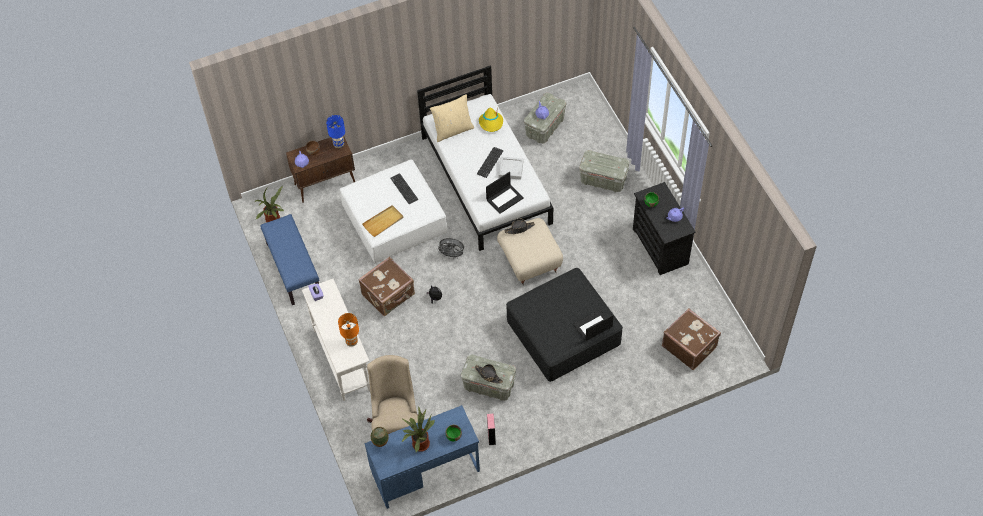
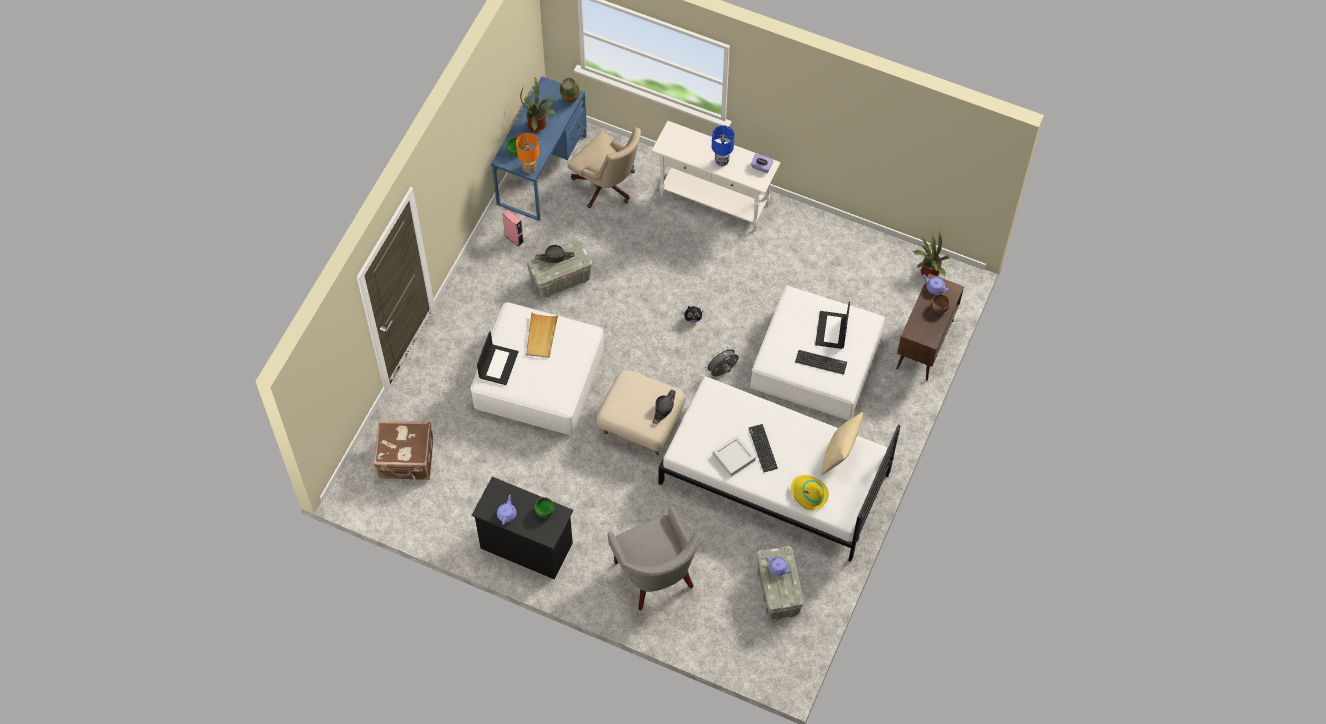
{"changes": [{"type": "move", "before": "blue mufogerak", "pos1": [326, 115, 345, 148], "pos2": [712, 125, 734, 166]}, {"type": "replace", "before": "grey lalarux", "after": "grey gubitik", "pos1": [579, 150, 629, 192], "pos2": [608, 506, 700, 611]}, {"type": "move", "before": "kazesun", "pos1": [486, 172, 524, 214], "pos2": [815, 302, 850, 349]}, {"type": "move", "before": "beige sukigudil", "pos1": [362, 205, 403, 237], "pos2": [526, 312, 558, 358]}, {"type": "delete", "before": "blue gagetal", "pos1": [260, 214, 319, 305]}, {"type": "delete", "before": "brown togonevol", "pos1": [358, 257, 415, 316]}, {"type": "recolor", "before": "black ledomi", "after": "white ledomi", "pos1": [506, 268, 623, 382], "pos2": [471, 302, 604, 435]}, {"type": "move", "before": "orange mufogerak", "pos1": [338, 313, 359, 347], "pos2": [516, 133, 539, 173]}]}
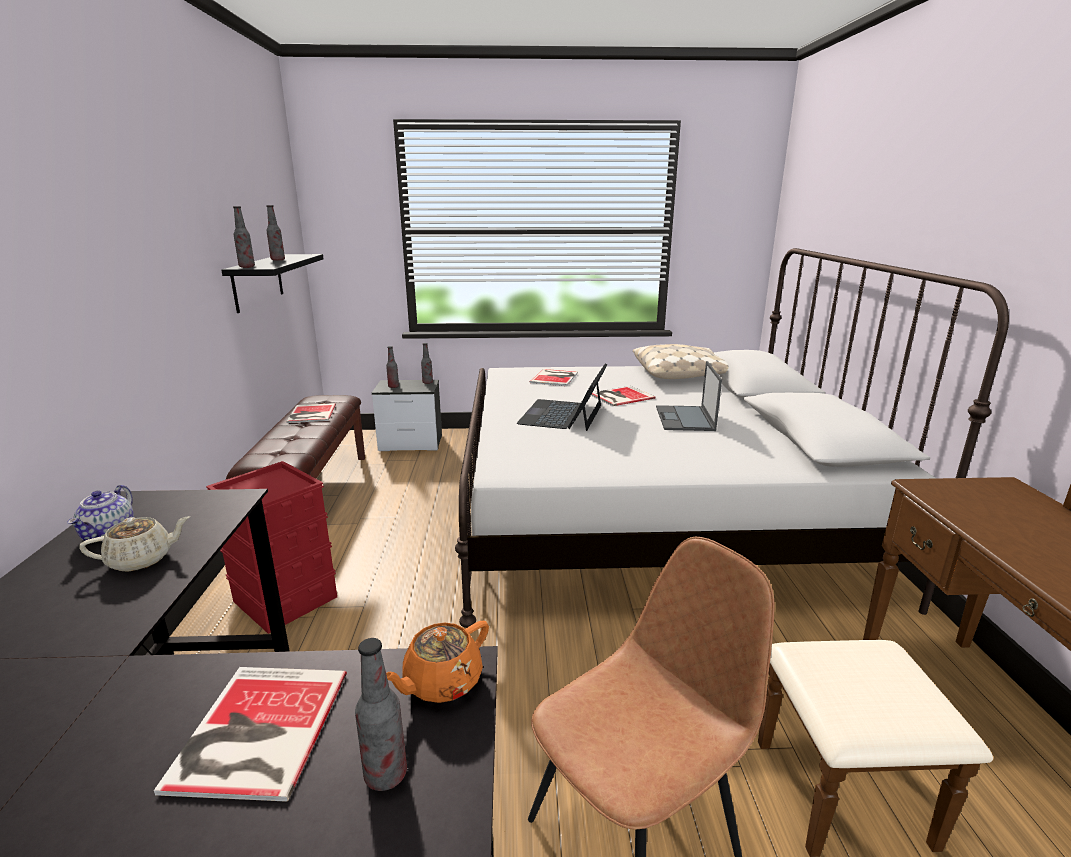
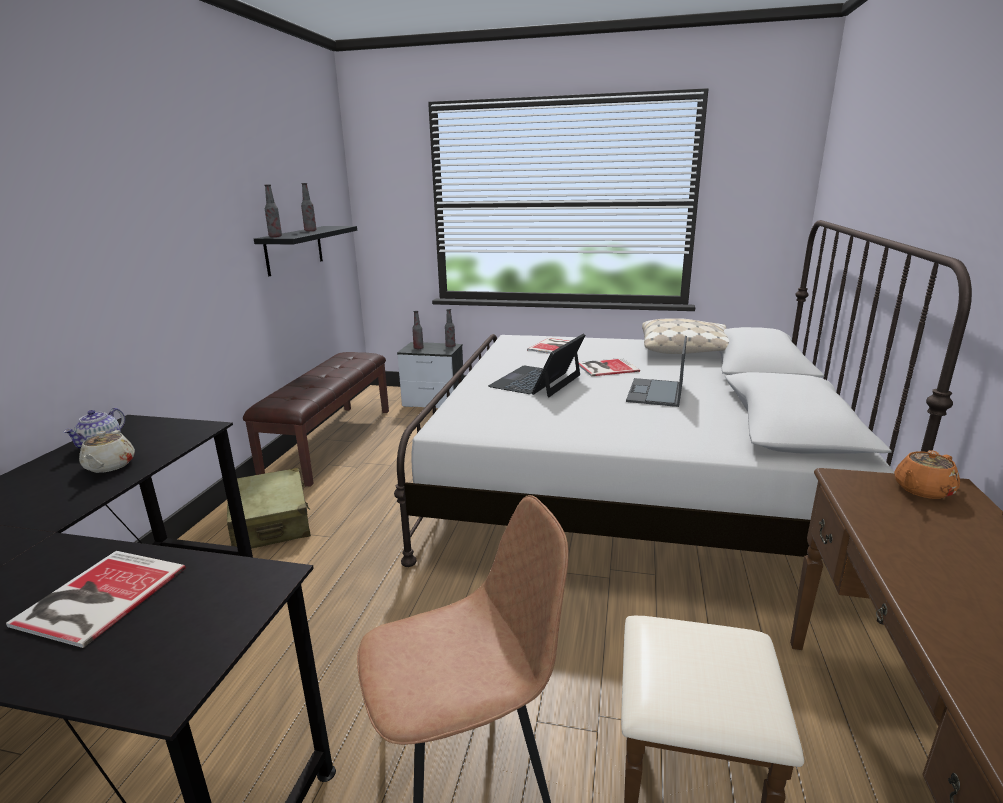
{"changes": [{"type": "delete", "before": "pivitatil", "pos1": [286, 403, 336, 423]}, {"type": "replace", "before": "red lalarux", "after": "beige togonevol", "pos1": [206, 461, 337, 634], "pos2": [227, 467, 311, 549]}, {"type": "rotate", "before": "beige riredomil", "pos1": [79, 516, 190, 572], "pos2": [79, 430, 135, 473], "turn": 90}, {"type": "move", "before": "orange riredomil", "pos1": [386, 621, 489, 703], "pos2": [894, 450, 960, 499]}, {"type": "delete", "before": "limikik", "pos1": [355, 638, 407, 791]}]}
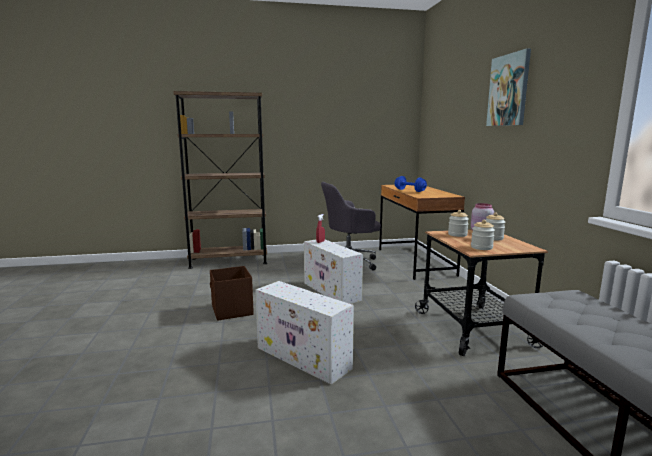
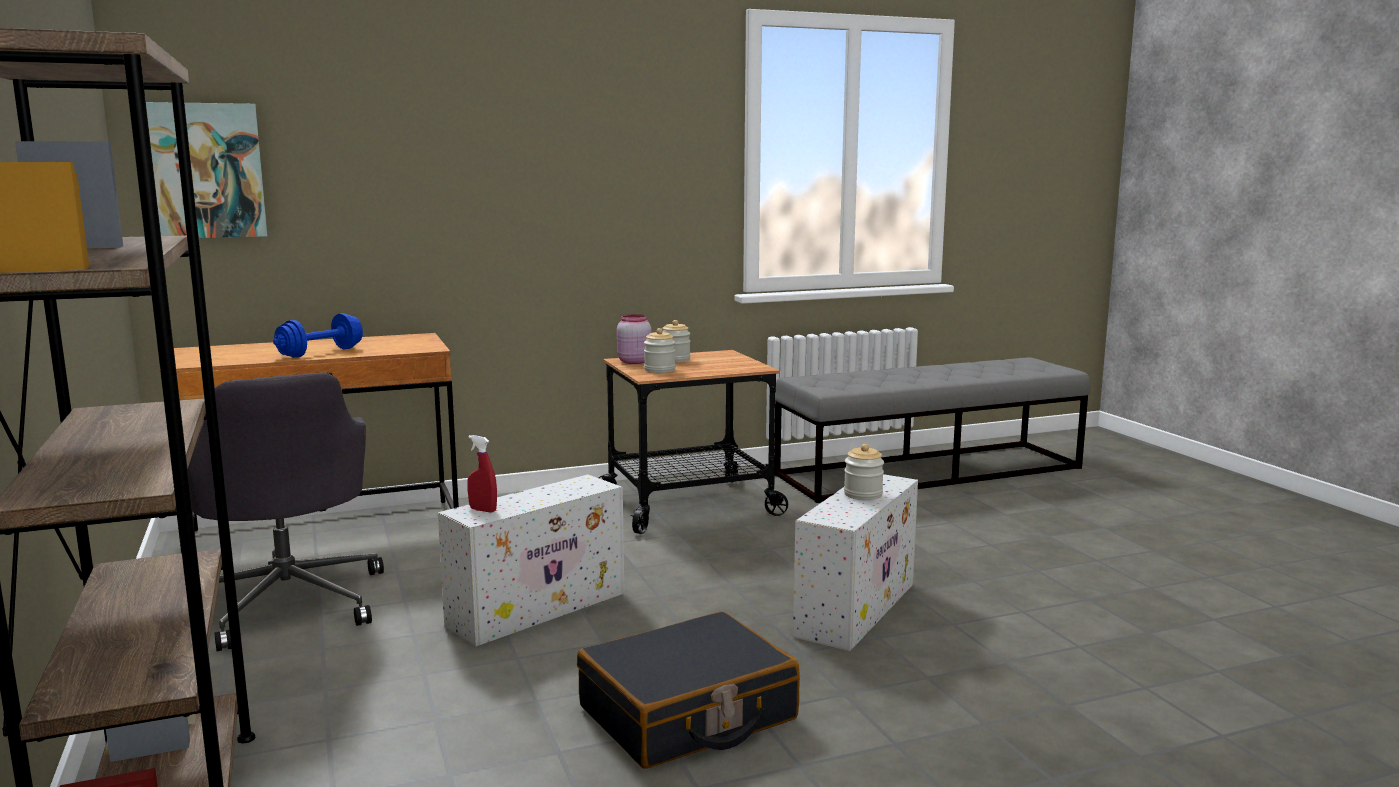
{"changes": [{"type": "move", "before": "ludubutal", "pos1": [486, 48, 531, 126], "pos2": [146, 102, 267, 238]}, {"type": "move", "before": "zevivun", "pos1": [471, 220, 495, 250], "pos2": [844, 444, 884, 500]}, {"type": "replace", "before": "brown lalarux", "after": "black togonevol", "pos1": [210, 266, 254, 321], "pos2": [577, 612, 800, 769]}]}
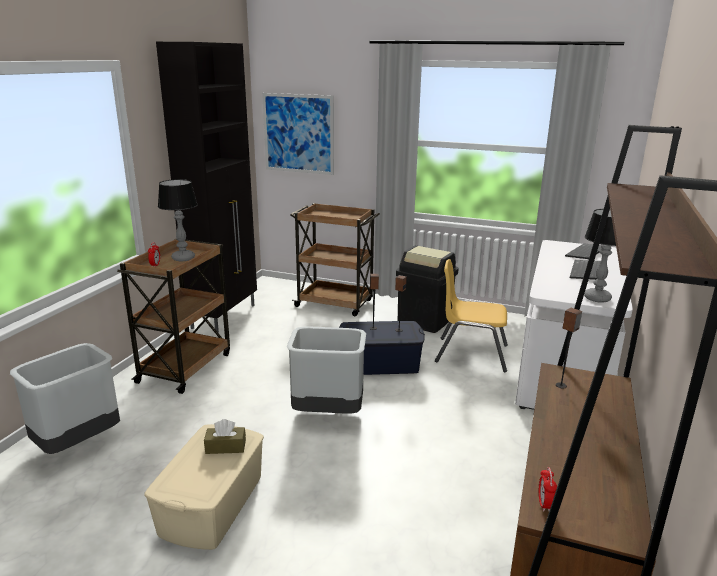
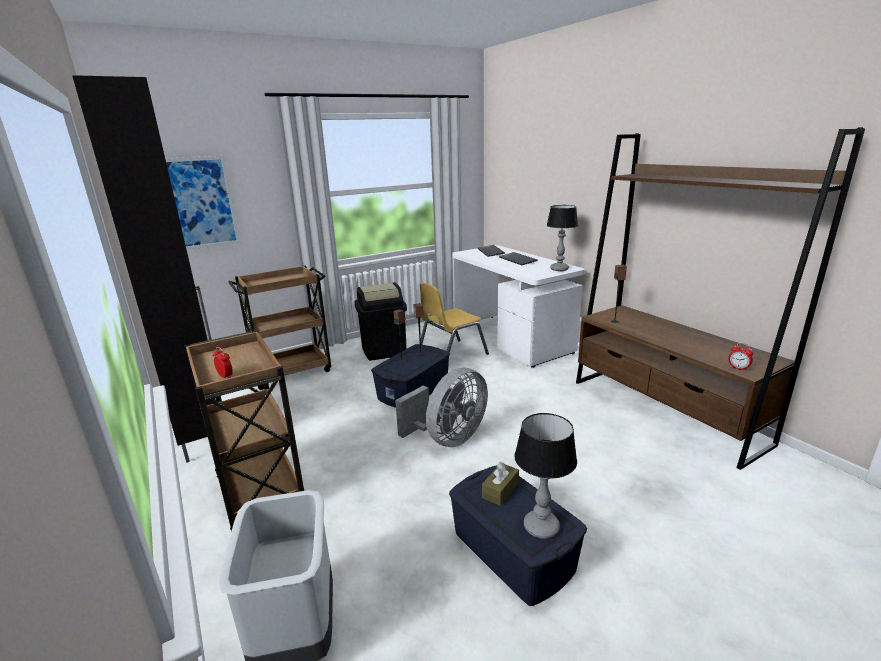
{"changes": [{"type": "move", "before": "mufogerak", "pos1": [158, 179, 198, 261], "pos2": [514, 413, 577, 539]}, {"type": "replace", "before": "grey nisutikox", "after": "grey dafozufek", "pos1": [287, 327, 366, 413], "pos2": [395, 368, 488, 447]}, {"type": "recolor", "before": "beige lalarux", "after": "blue lalarux", "pos1": [144, 424, 264, 550], "pos2": [449, 465, 587, 606]}]}
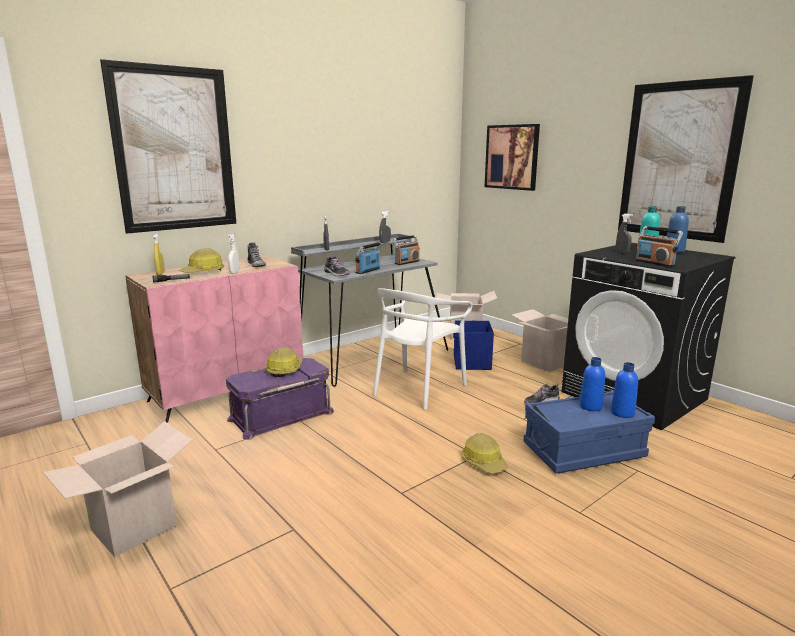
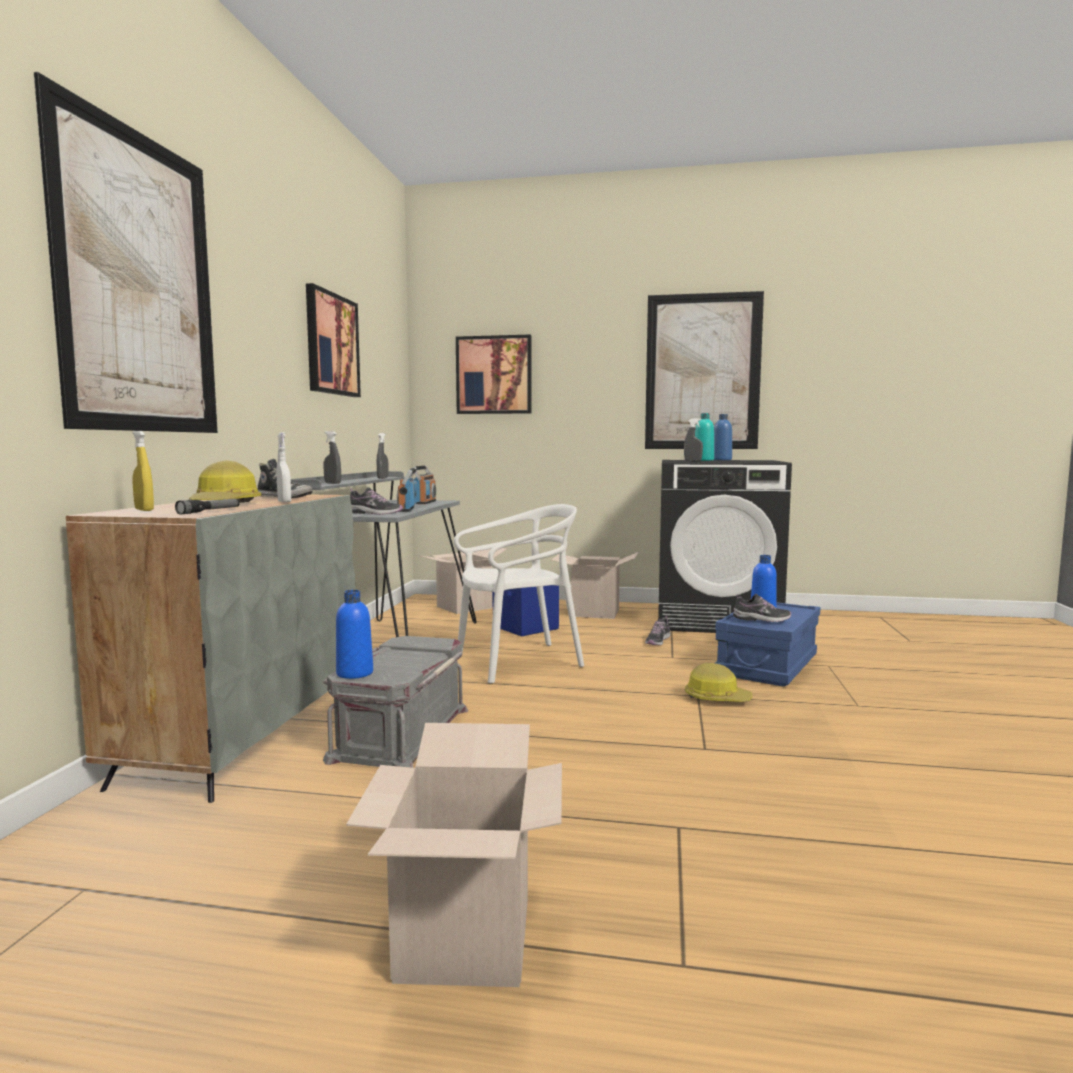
{"changes": [{"type": "delete", "before": "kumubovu", "pos1": [635, 226, 683, 267]}, {"type": "recolor", "before": "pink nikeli", "after": "grey nikeli", "pos1": [125, 256, 304, 423], "pos2": [66, 494, 355, 803]}, {"type": "rotate", "before": "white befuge", "pos1": [373, 288, 472, 410], "pos2": [454, 504, 584, 684], "turn": -105}, {"type": "delete", "before": "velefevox", "pos1": [265, 348, 303, 377]}, {"type": "recolor", "before": "purple lalarux", "after": "grey lalarux", "pos1": [226, 358, 334, 440], "pos2": [323, 636, 468, 768]}, {"type": "move", "before": "blue limikik", "pos1": [611, 362, 638, 418], "pos2": [336, 590, 373, 679]}, {"type": "insert", "after": "ludubutal", "pos2": [306, 283, 361, 397]}, {"type": "insert", "after": "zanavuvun", "pos2": [733, 594, 791, 622]}]}
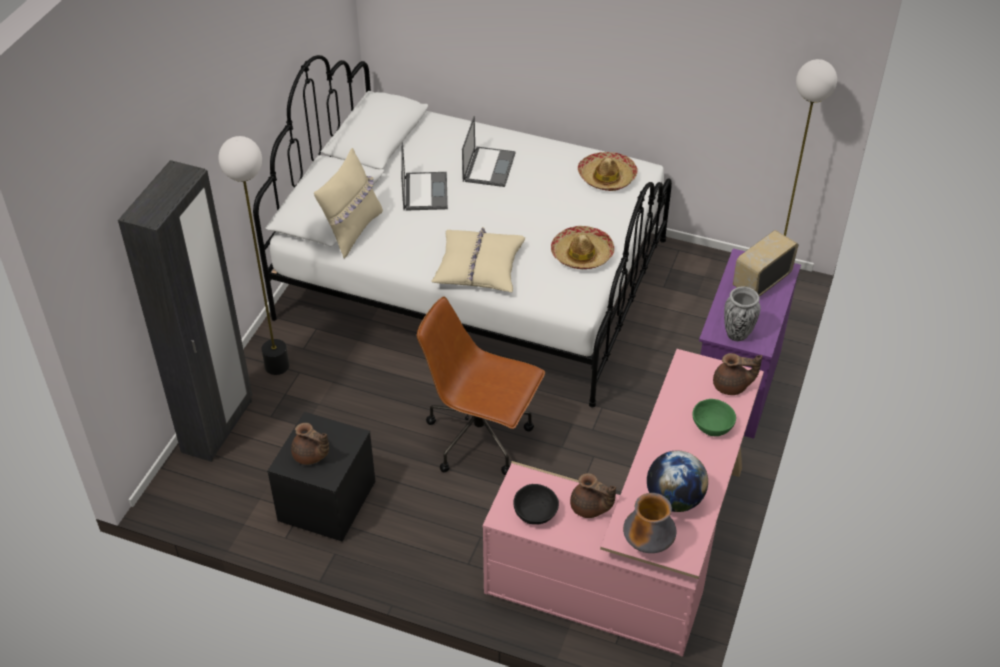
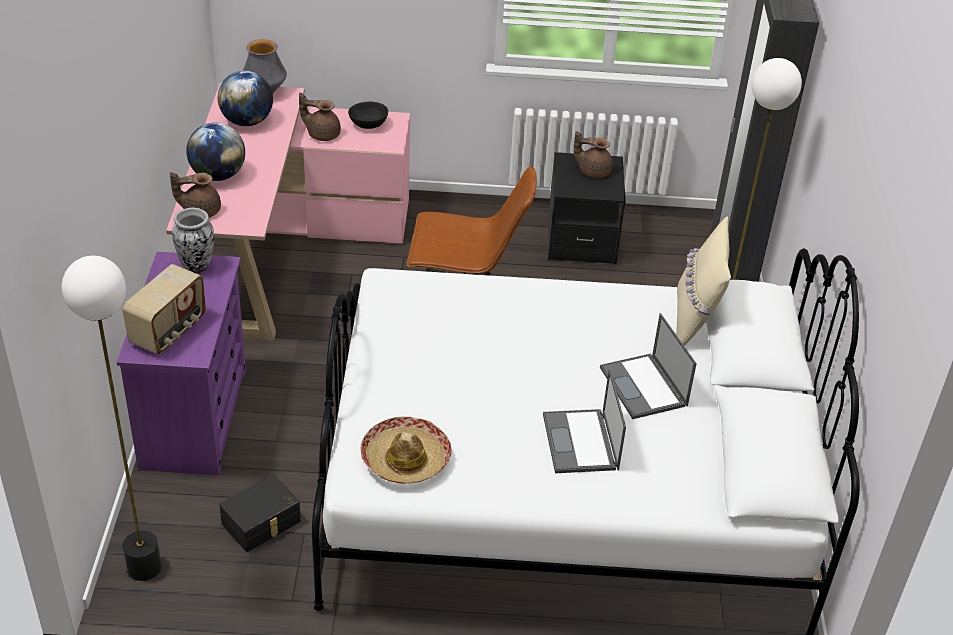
{"changes": [{"type": "delete", "before": "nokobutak", "pos1": [551, 226, 614, 269]}, {"type": "delete", "before": "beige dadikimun", "pos1": [431, 227, 525, 292]}, {"type": "replace", "before": "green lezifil", "after": "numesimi", "pos1": [692, 399, 736, 436], "pos2": [186, 123, 245, 181]}, {"type": "insert", "after": "black lalarux", "pos2": [219, 475, 301, 552]}]}
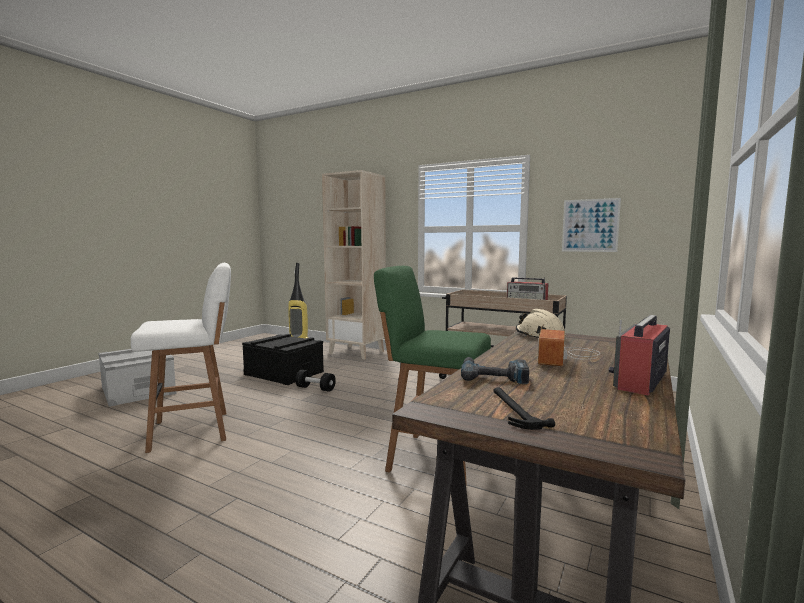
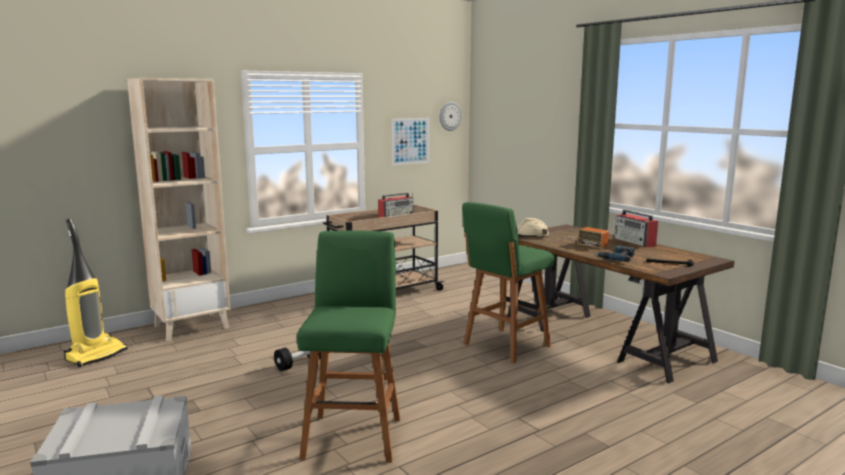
{"changes": [{"type": "recolor", "before": "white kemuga", "after": "green kemuga", "pos1": [131, 263, 231, 453], "pos2": [297, 230, 400, 463]}, {"type": "delete", "before": "black lalarux", "pos1": [242, 334, 324, 385]}, {"type": "insert", "after": "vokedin", "pos2": [440, 102, 462, 131]}]}
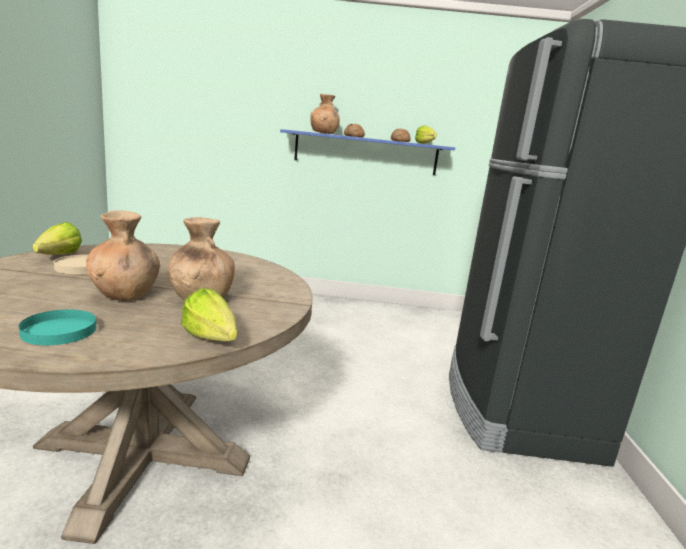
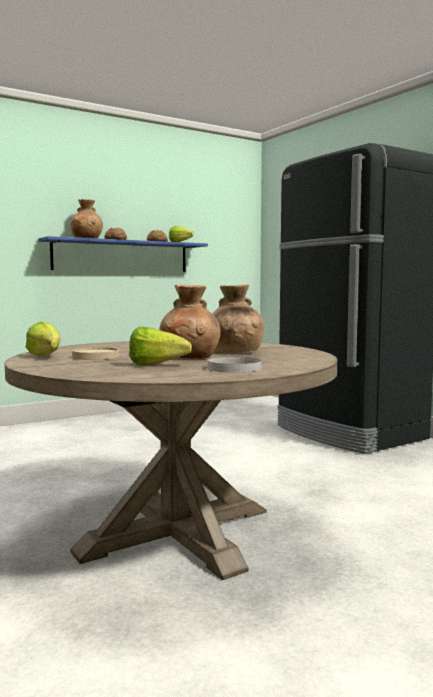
{"changes": [{"type": "move", "before": "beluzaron", "pos1": [181, 288, 237, 341], "pos2": [129, 327, 192, 365]}, {"type": "recolor", "before": "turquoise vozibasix", "after": "white vozibasix", "pos1": [19, 309, 96, 345], "pos2": [208, 357, 261, 373]}]}
